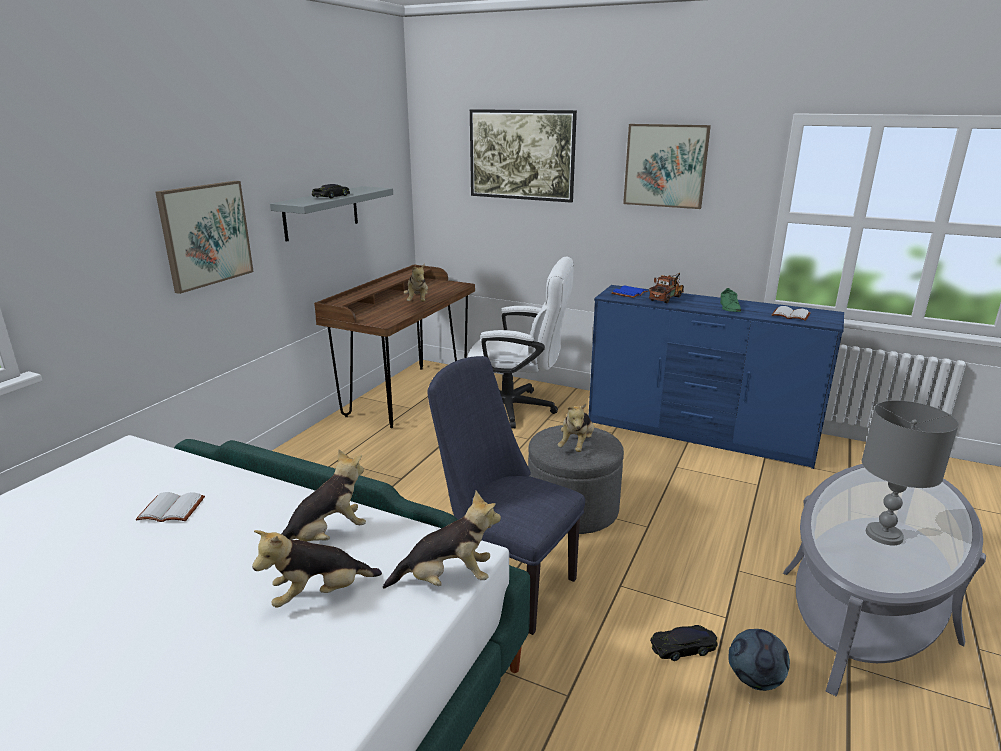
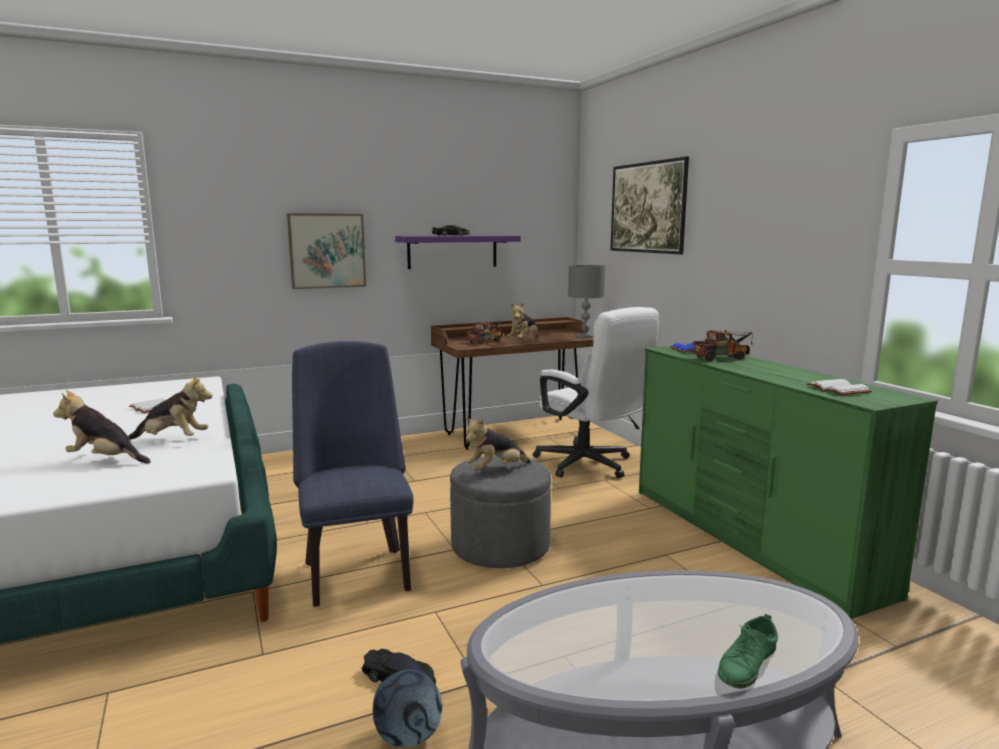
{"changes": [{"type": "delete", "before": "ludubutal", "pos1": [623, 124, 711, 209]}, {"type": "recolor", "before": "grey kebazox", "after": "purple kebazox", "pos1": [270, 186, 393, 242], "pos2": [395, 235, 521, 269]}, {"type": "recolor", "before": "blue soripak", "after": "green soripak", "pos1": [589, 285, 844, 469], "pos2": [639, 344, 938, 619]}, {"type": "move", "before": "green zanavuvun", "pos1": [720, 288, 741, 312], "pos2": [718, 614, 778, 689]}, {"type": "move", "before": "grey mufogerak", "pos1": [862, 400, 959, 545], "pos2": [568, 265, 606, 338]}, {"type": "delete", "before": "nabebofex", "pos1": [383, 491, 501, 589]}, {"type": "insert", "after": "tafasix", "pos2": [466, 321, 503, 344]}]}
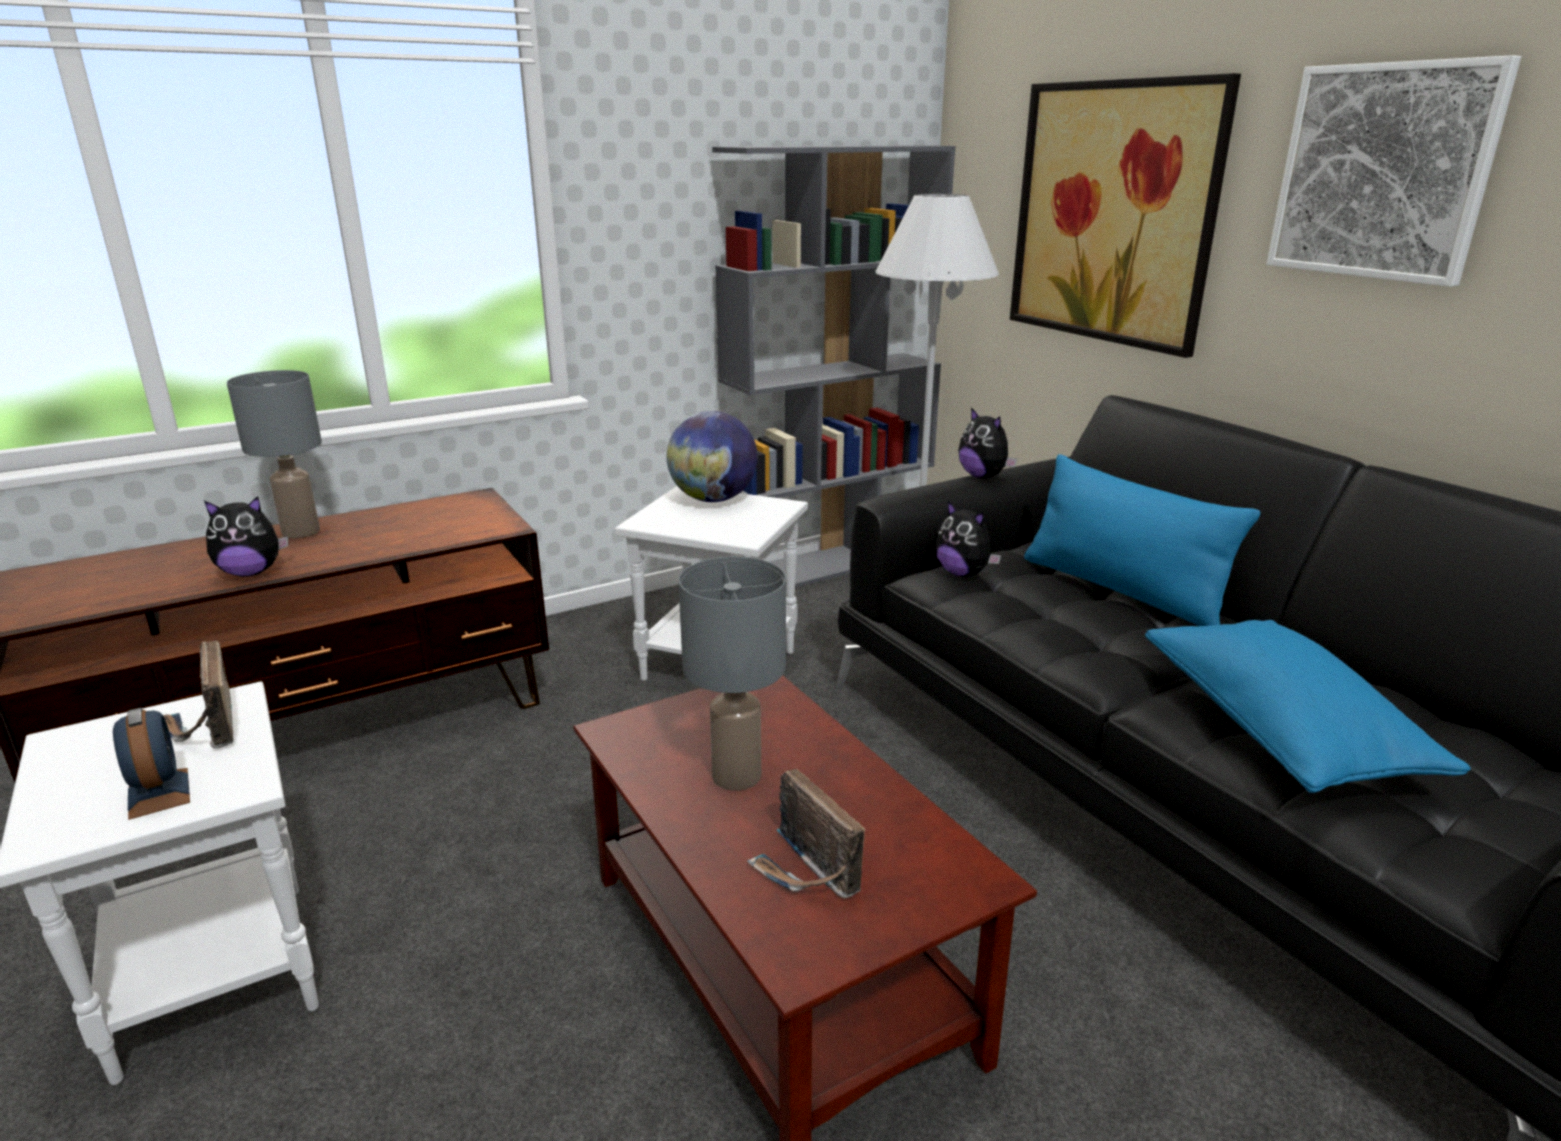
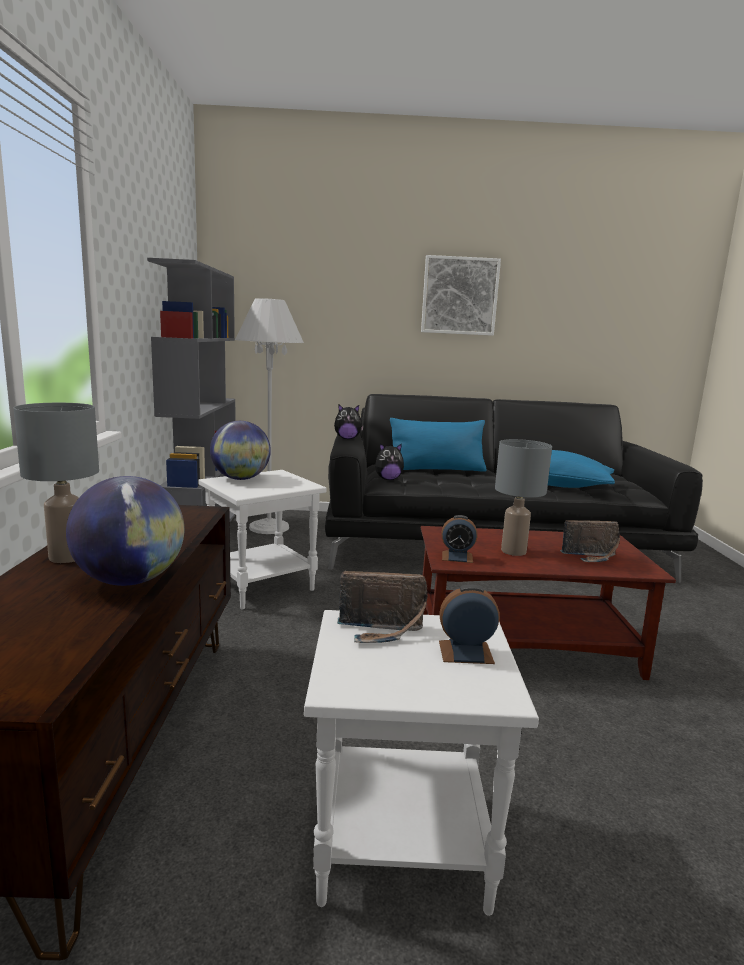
{"changes": [{"type": "delete", "before": "ludubutal", "pos1": [1010, 73, 1241, 358]}, {"type": "replace", "before": "nabebofex", "after": "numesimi", "pos1": [204, 496, 288, 577], "pos2": [66, 476, 184, 586]}, {"type": "insert", "after": "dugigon", "pos2": [441, 515, 478, 563]}]}
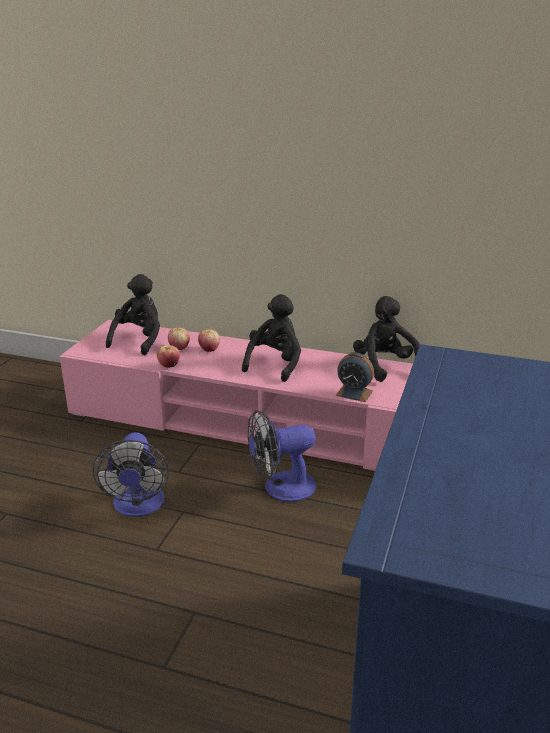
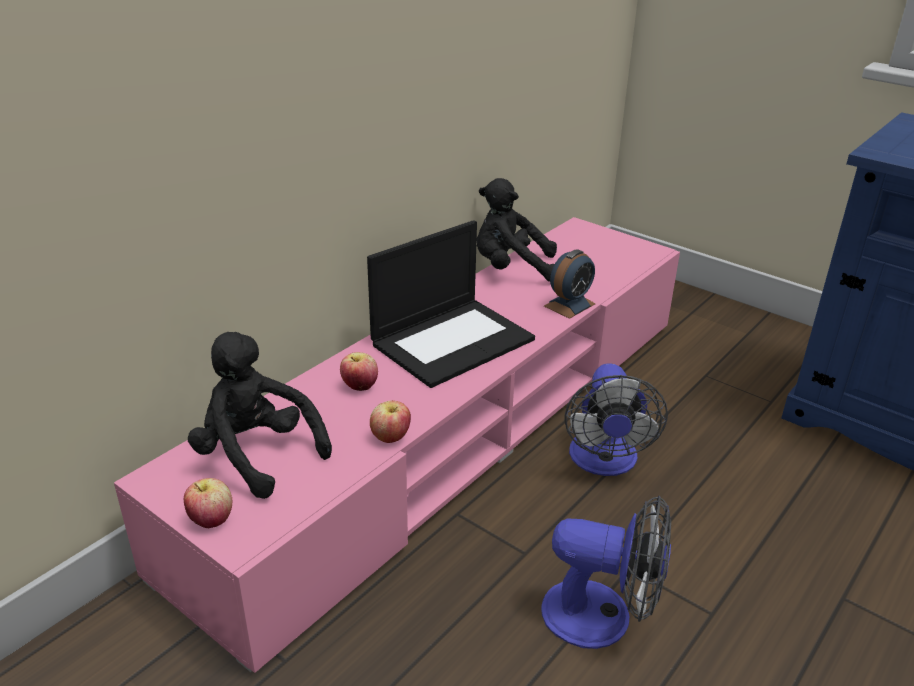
{"changes": [{"type": "replace", "before": "black nabebofex", "after": "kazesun", "pos1": [242, 294, 301, 382], "pos2": [367, 220, 535, 388]}, {"type": "move", "before": "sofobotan", "pos1": [168, 326, 190, 350], "pos2": [184, 478, 232, 529]}]}
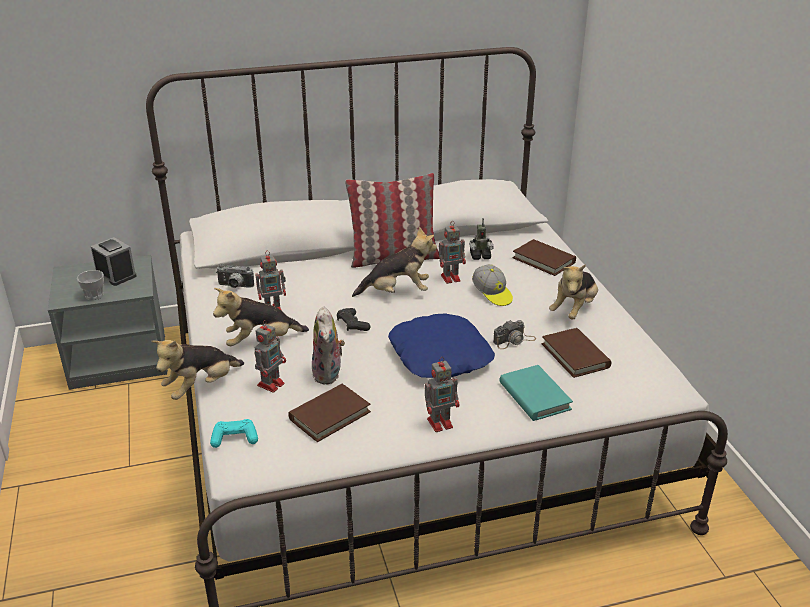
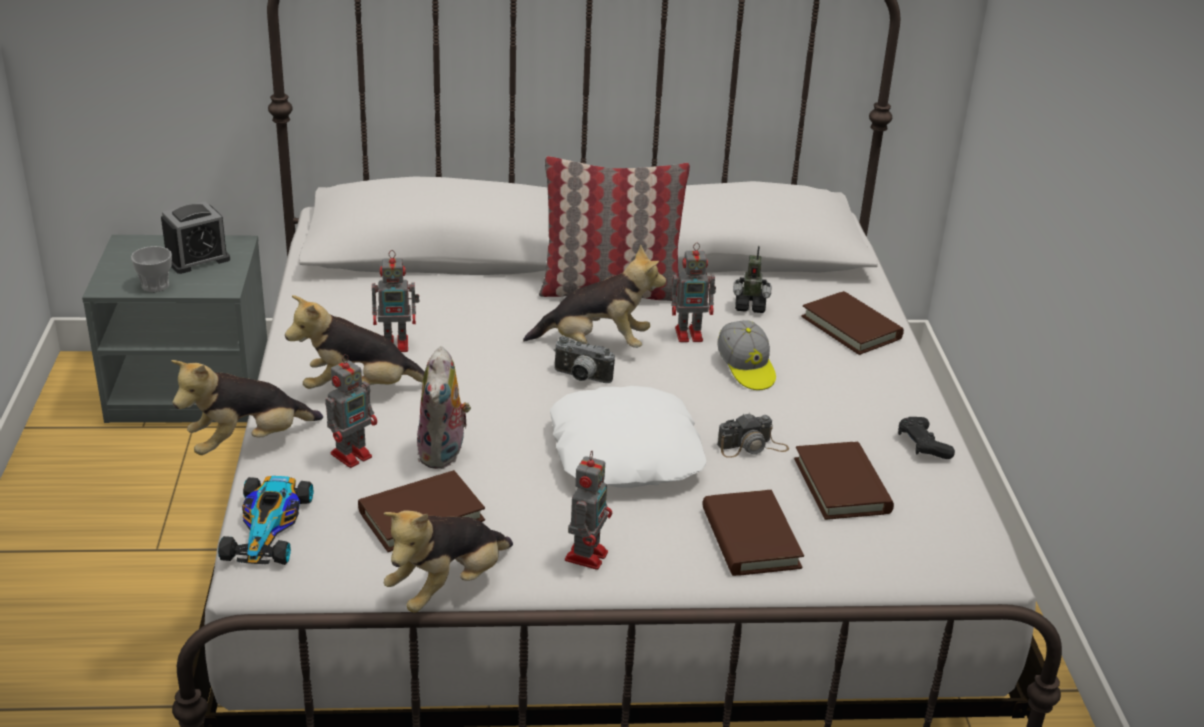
{"changes": [{"type": "rotate", "before": "dugigon", "pos1": [91, 237, 137, 286], "pos2": [161, 201, 230, 274], "turn": 90}, {"type": "move", "before": "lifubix", "pos1": [216, 263, 254, 288], "pos2": [554, 336, 615, 383]}, {"type": "move", "before": "nabebofex", "pos1": [549, 264, 598, 319], "pos2": [384, 510, 513, 613]}, {"type": "move", "before": "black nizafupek", "pos1": [337, 308, 371, 331], "pos2": [898, 417, 955, 459]}, {"type": "recolor", "before": "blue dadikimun", "after": "white dadikimun", "pos1": [388, 314, 495, 378], "pos2": [550, 386, 707, 488]}, {"type": "rotate", "before": "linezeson", "pos1": [425, 357, 459, 432], "pos2": [565, 451, 612, 570], "turn": -60}, {"type": "recolor", "before": "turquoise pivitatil", "after": "brown pivitatil", "pos1": [500, 365, 573, 421], "pos2": [702, 490, 804, 576]}, {"type": "replace", "before": "turquoise nizafupek", "after": "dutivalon", "pos1": [210, 419, 258, 448], "pos2": [218, 476, 314, 565]}]}
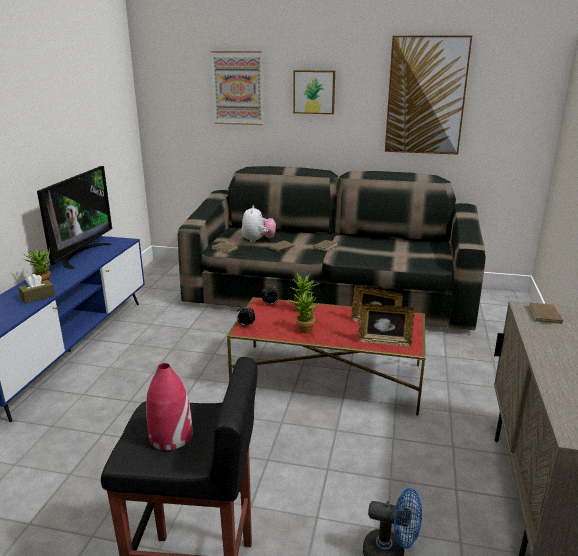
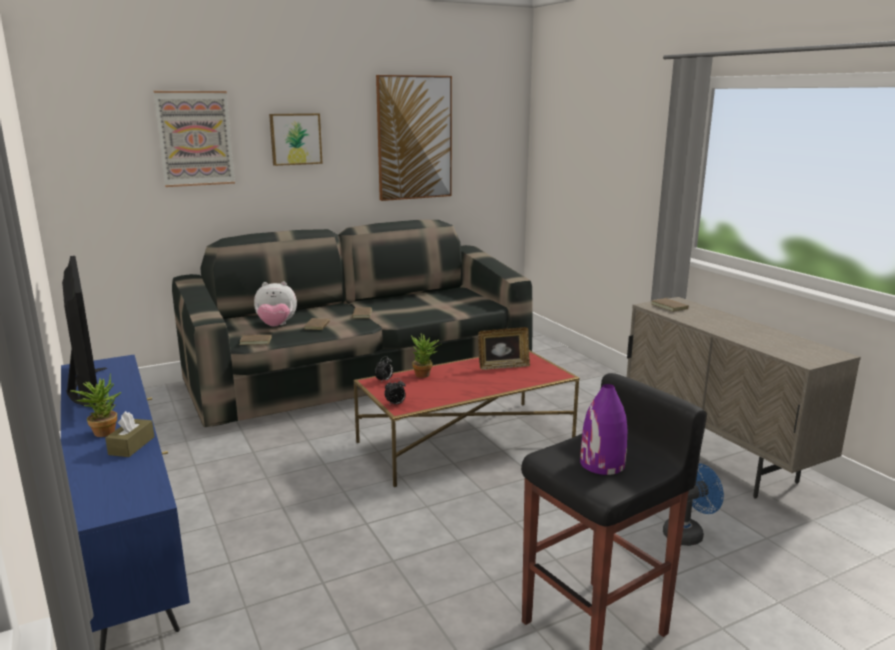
{"changes": [{"type": "rotate", "before": "nabebofex", "pos1": [241, 205, 276, 243], "pos2": [254, 281, 297, 327], "turn": 120}, {"type": "delete", "before": "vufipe", "pos1": [288, 291, 319, 333]}, {"type": "delete", "before": "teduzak", "pos1": [358, 304, 415, 347]}, {"type": "recolor", "before": "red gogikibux", "after": "purple gogikibux", "pos1": [146, 363, 193, 450], "pos2": [580, 384, 627, 475]}]}
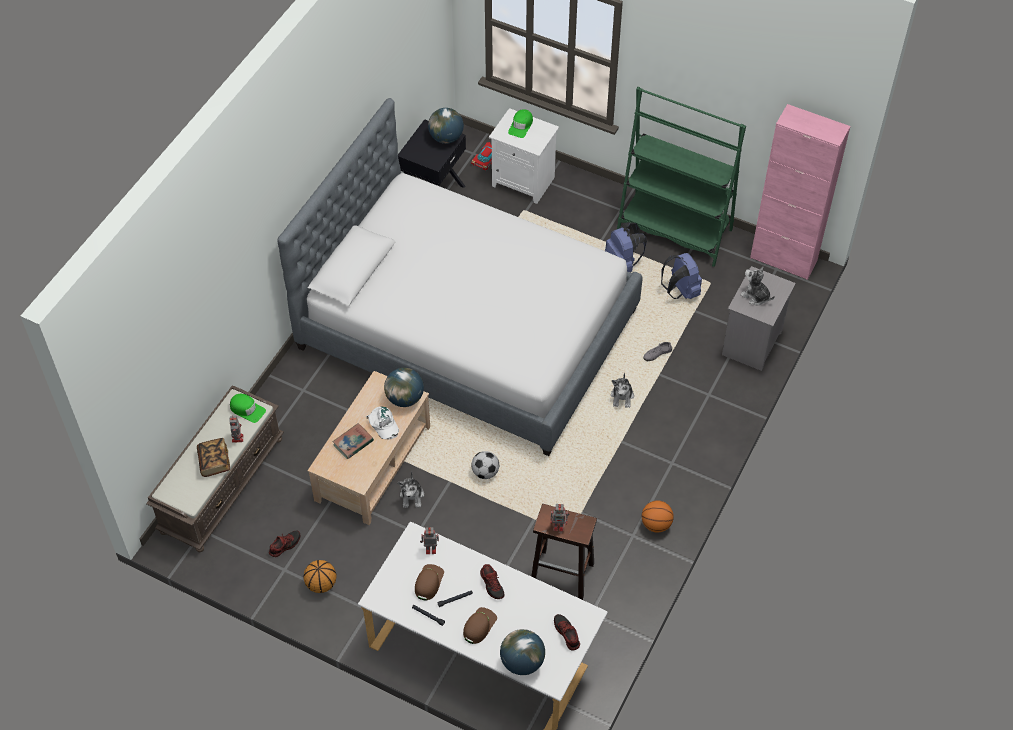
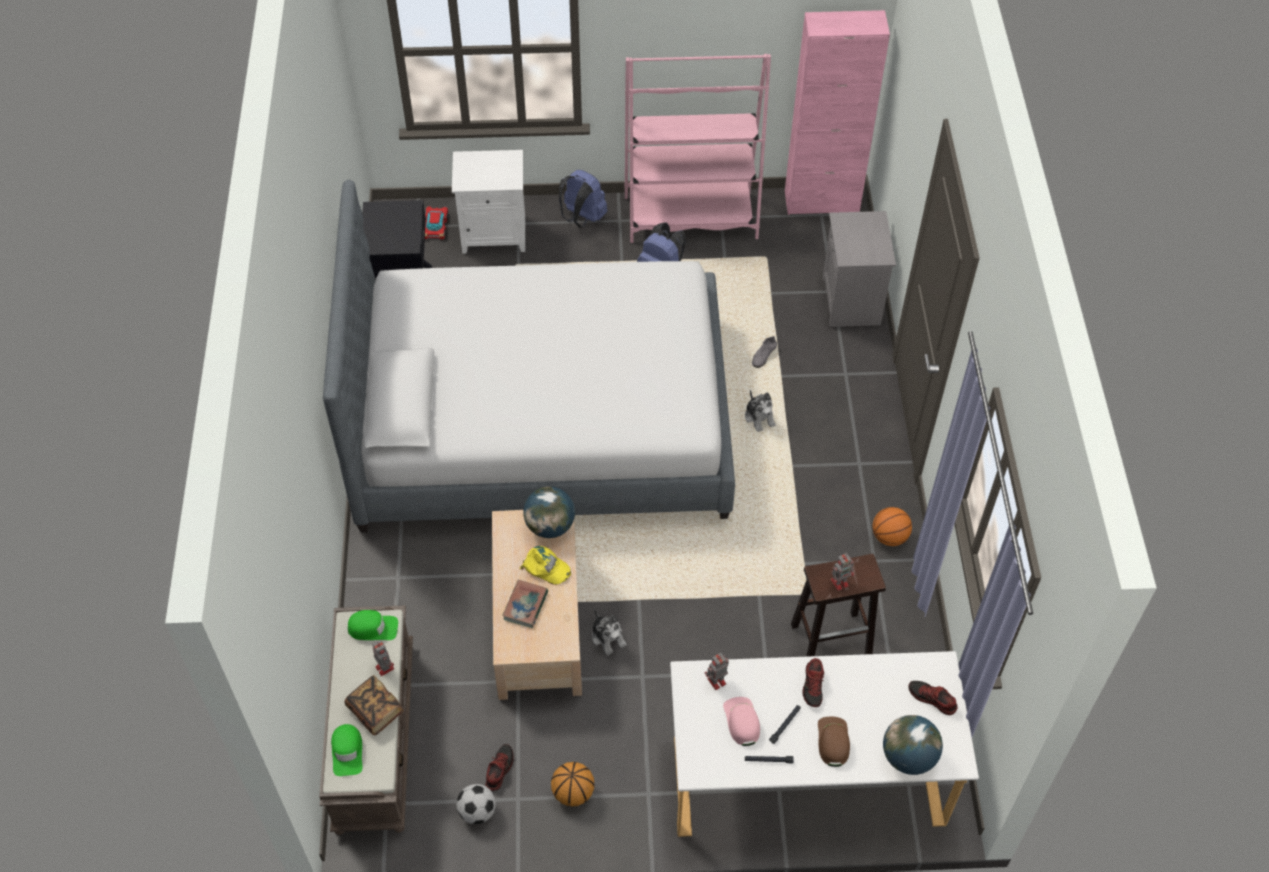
{"changes": [{"type": "recolor", "before": "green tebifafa", "after": "pink tebifafa", "pos1": [617, 87, 746, 267], "pos2": [625, 54, 771, 243]}, {"type": "delete", "before": "numesimi", "pos1": [428, 108, 464, 144]}, {"type": "move", "before": "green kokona", "pos1": [508, 109, 533, 138], "pos2": [331, 724, 362, 776]}, {"type": "move", "before": "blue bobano", "pos1": [661, 253, 702, 299], "pos2": [559, 170, 607, 228]}, {"type": "delete", "before": "nabebofex", "pos1": [740, 267, 775, 305]}, {"type": "recolor", "before": "white kokona", "after": "yellow kokona", "pos1": [366, 406, 399, 439], "pos2": [520, 546, 571, 585]}, {"type": "move", "before": "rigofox", "pos1": [471, 451, 499, 479], "pos2": [456, 784, 496, 824]}, {"type": "recolor", "before": "brown kokona", "after": "pink kokona", "pos1": [415, 564, 444, 601], "pos2": [723, 697, 760, 746]}, {"type": "rotate", "before": "zanavuvun", "pos1": [480, 564, 505, 599], "pos2": [803, 658, 824, 707], "turn": 60}]}
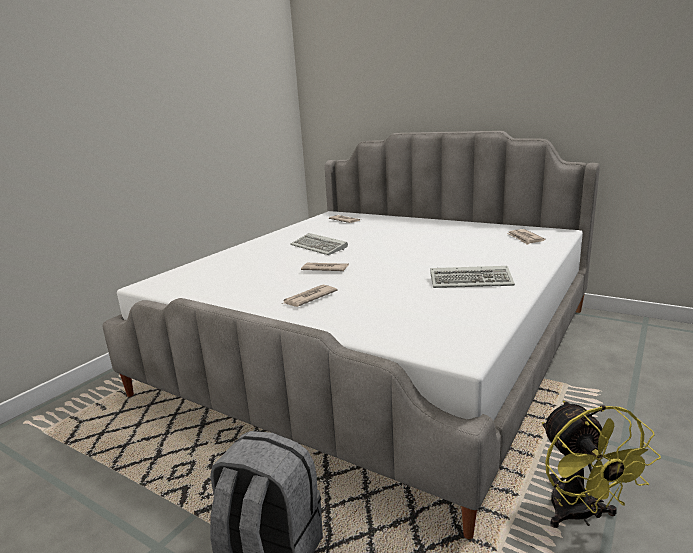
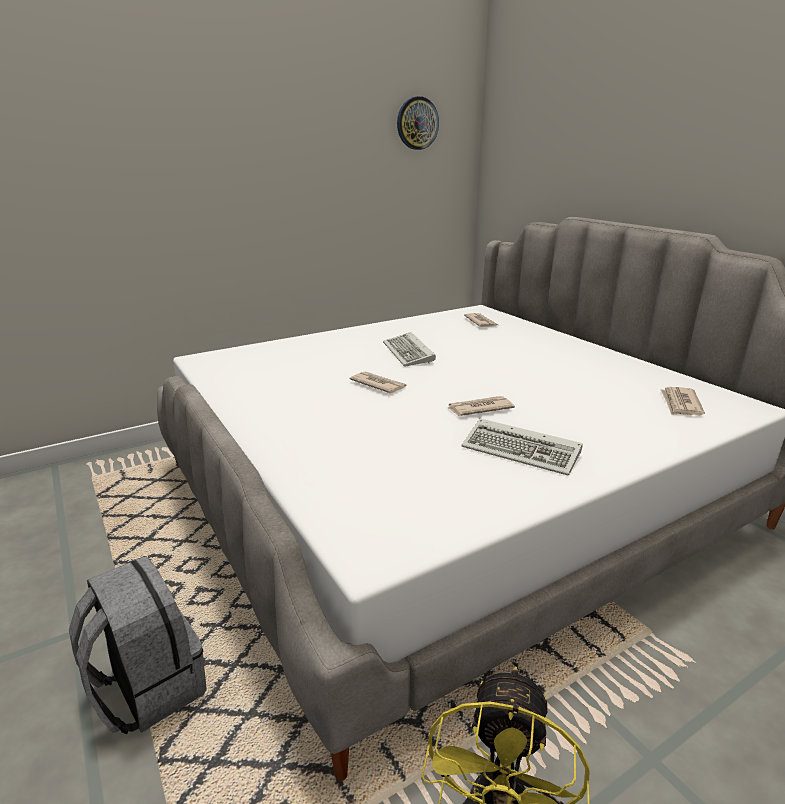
{"changes": [{"type": "move", "before": "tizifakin", "pos1": [282, 285, 337, 307], "pos2": [447, 396, 515, 416]}, {"type": "insert", "after": "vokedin", "pos2": [397, 96, 439, 150]}]}
